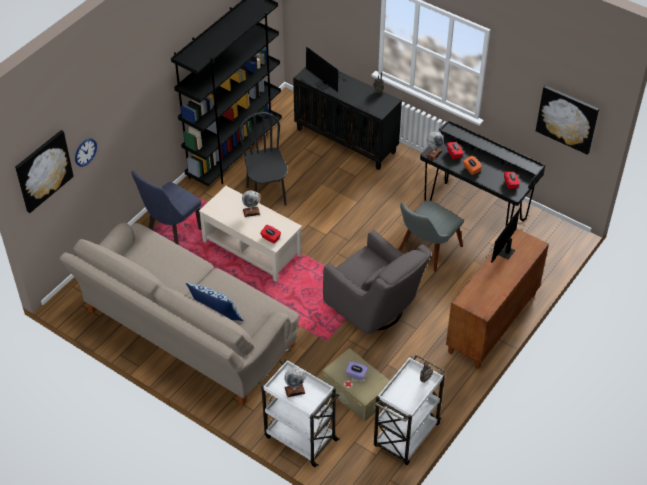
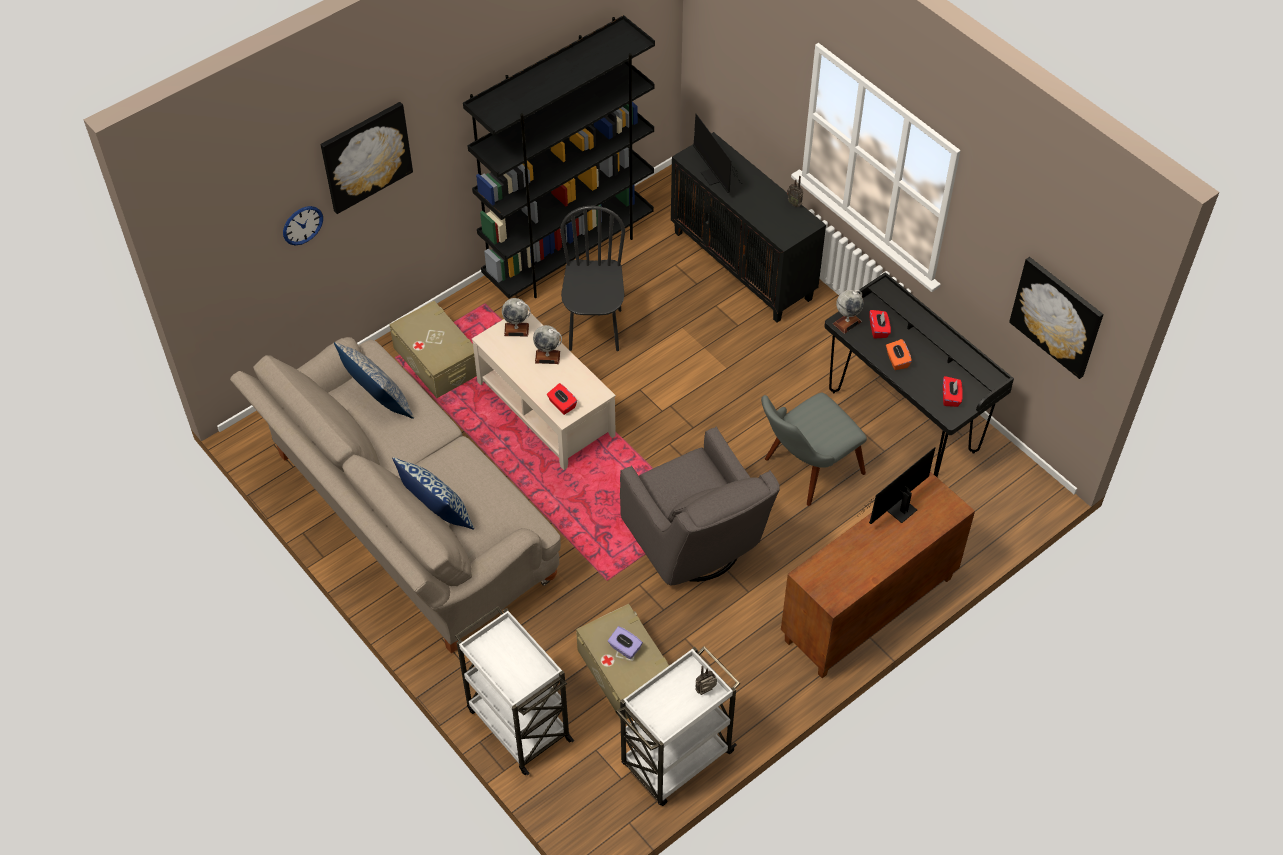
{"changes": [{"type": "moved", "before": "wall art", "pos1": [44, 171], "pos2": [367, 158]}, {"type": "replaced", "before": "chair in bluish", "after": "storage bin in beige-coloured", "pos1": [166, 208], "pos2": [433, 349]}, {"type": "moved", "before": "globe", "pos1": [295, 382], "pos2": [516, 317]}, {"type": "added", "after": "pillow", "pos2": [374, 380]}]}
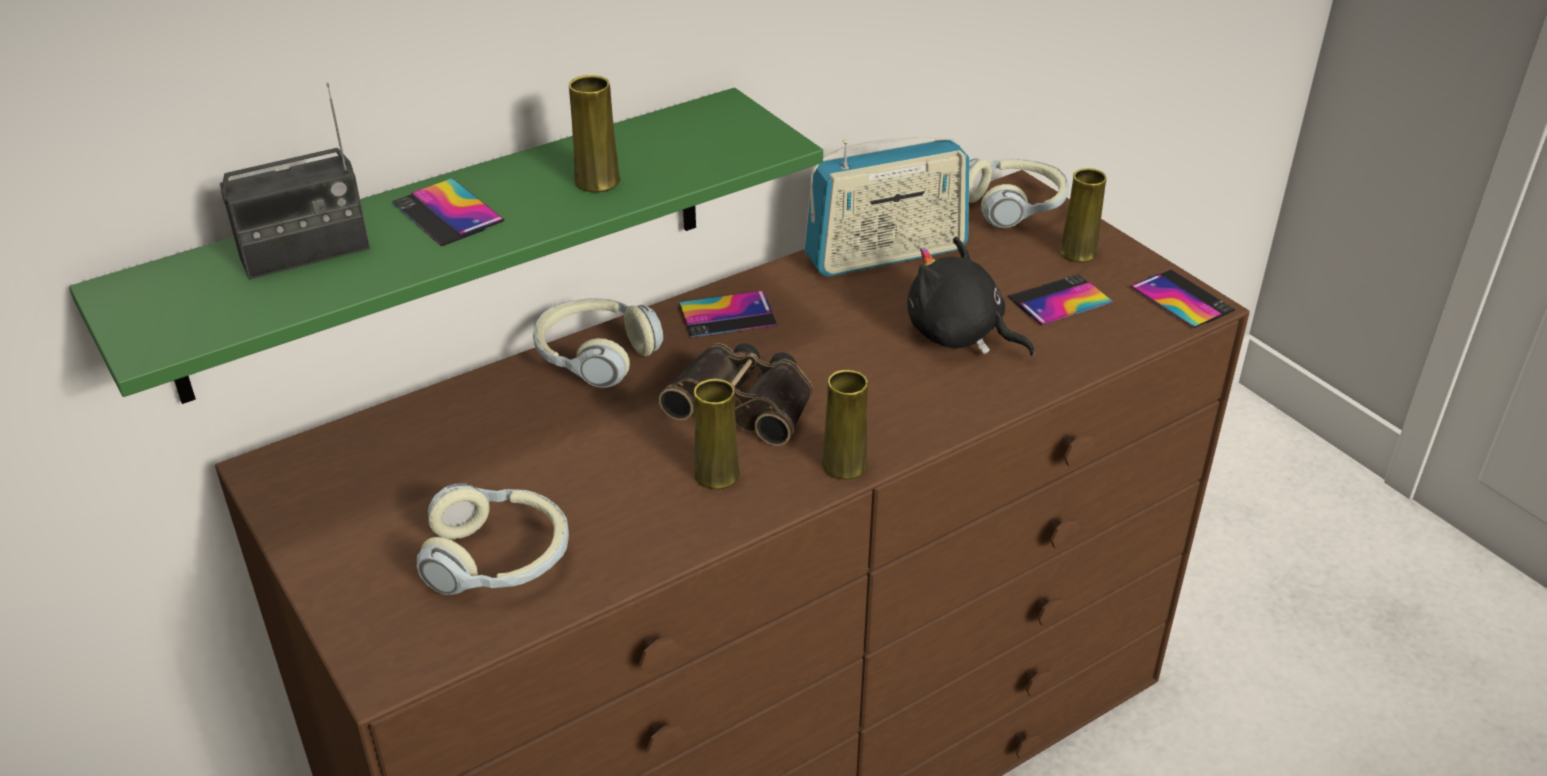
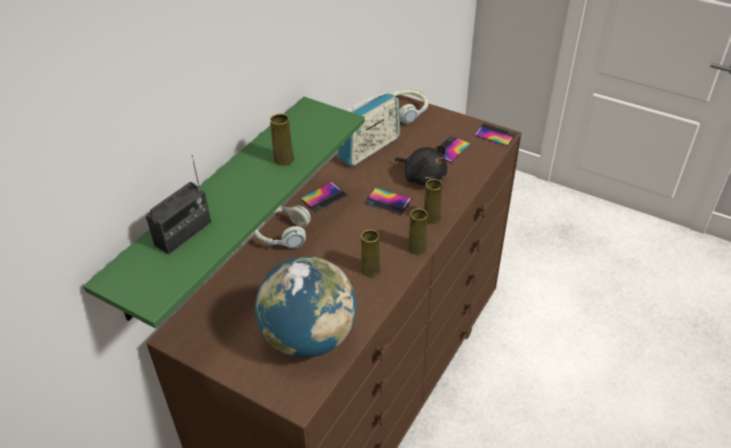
{"changes": [{"type": "moved", "before": "flower vase in yellow-coloured", "pos1": [1082, 215], "pos2": [432, 201]}, {"type": "moved", "before": "handset", "pos1": [448, 212], "pos2": [388, 201]}, {"type": "turned", "before": "cuddly toy in black-coloured", "pos1": [971, 296], "pos2": [421, 165], "turn": -150}, {"type": "removed", "before": "field glasses", "pos1": [736, 394]}, {"type": "replaced", "before": "headphones", "after": "globe", "pos1": [493, 539], "pos2": [305, 307]}]}
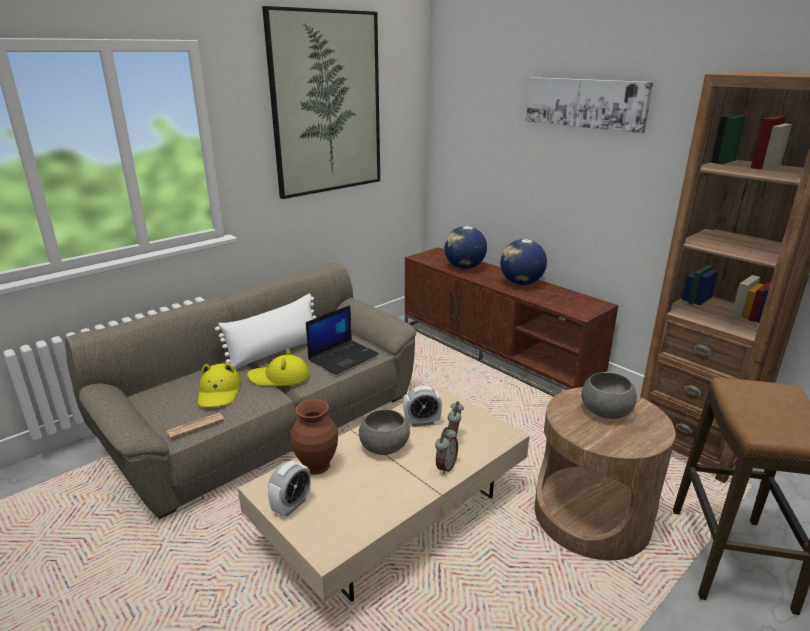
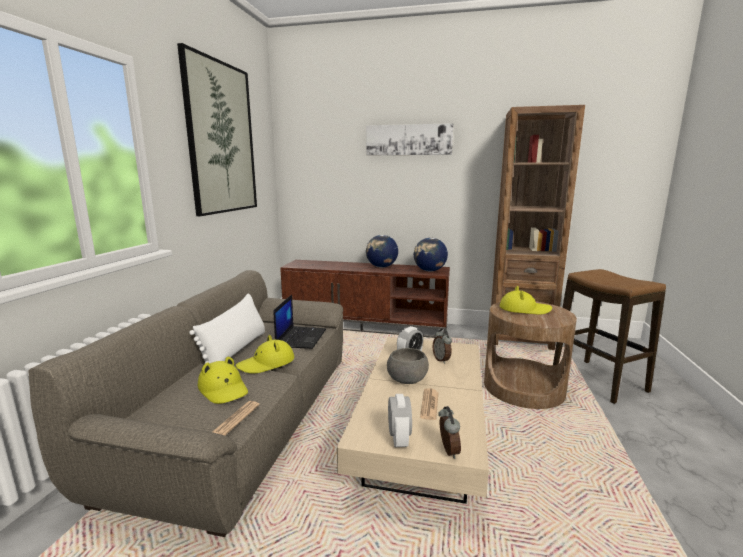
{"changes": [{"type": "moved", "before": "globe", "pos1": [465, 247], "pos2": [431, 255]}, {"type": "replaced", "before": "deep dish in greyish", "after": "wearable hat in yellow-coloured", "pos1": [609, 395], "pos2": [526, 300]}, {"type": "removed", "before": "flower vase in brown", "pos1": [314, 437]}, {"type": "moved", "before": "table clock", "pos1": [446, 450], "pos2": [449, 432]}, {"type": "added", "after": "newspaper", "pos2": [429, 404]}]}
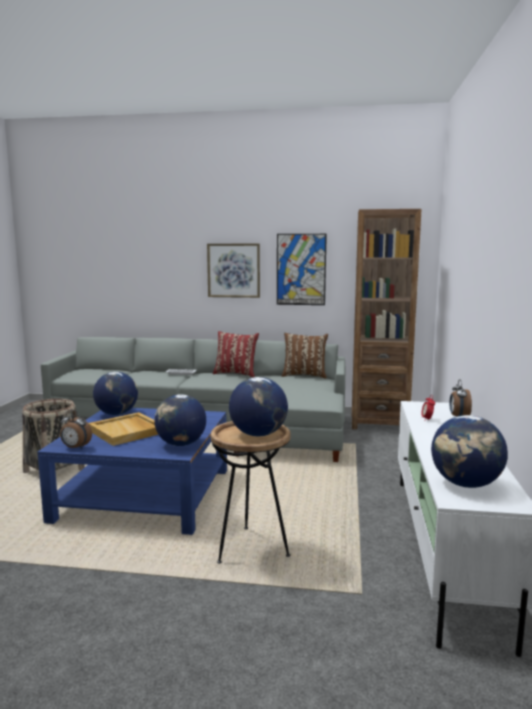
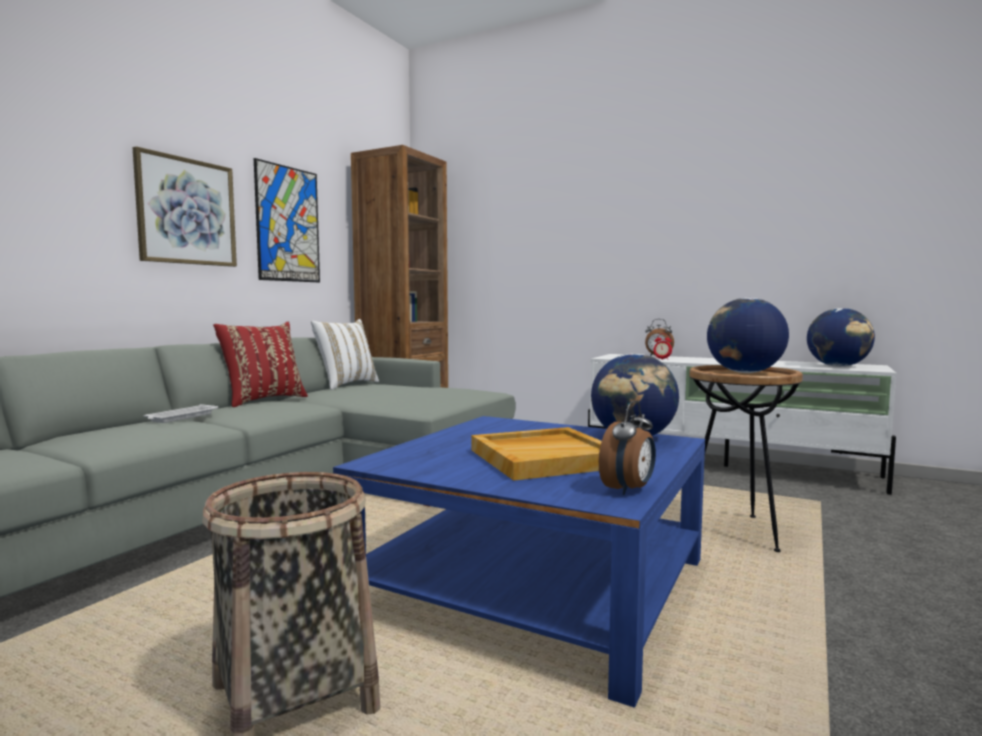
{"changes": [{"type": "recoloured", "before": "pillow in brown", "after": "pillow in white-coloured", "pos1": [305, 356], "pos2": [345, 354]}, {"type": "removed", "before": "globe", "pos1": [115, 393]}]}
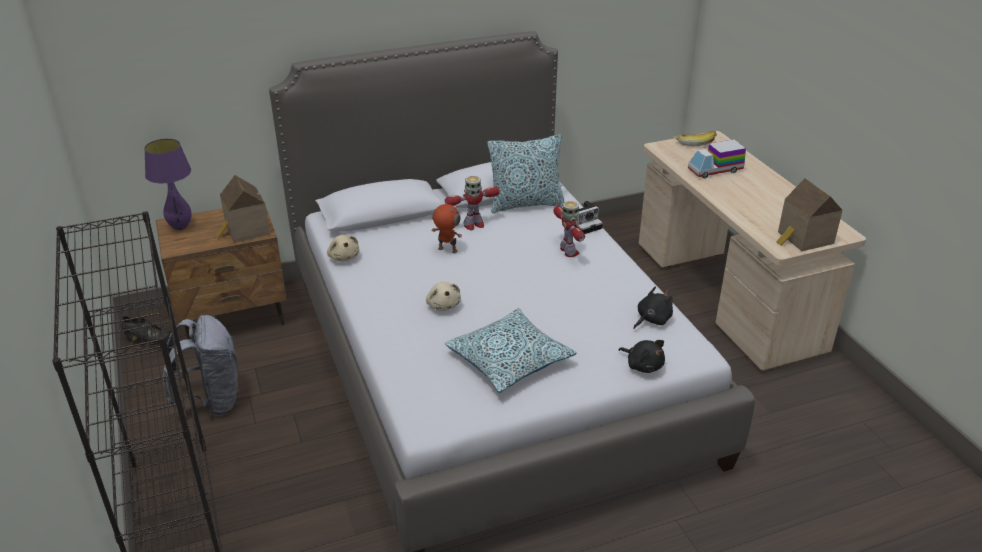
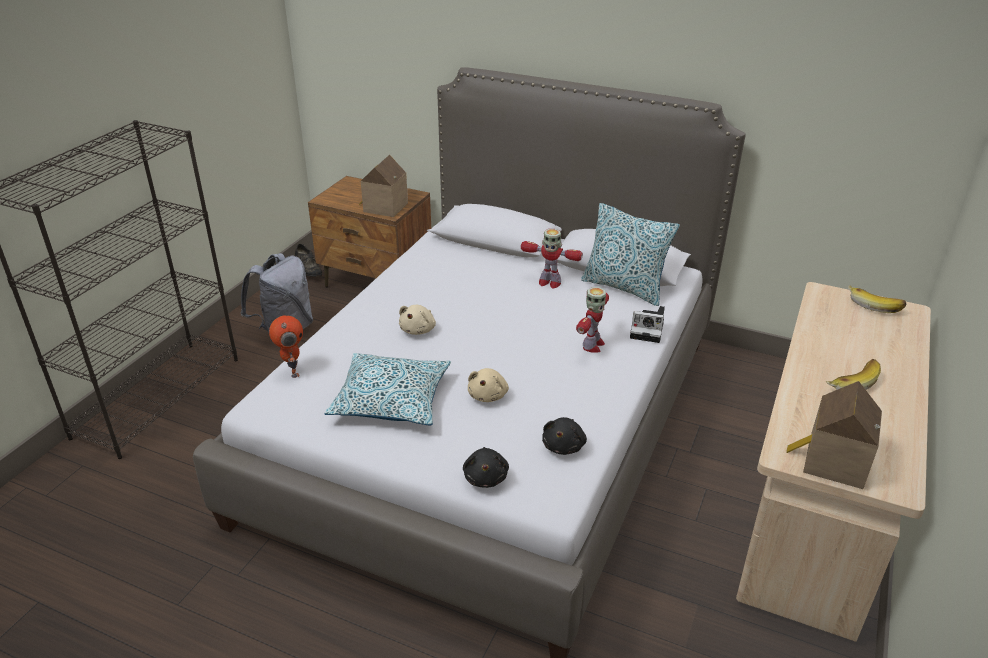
{"changes": [{"type": "removed", "before": "tabletop lamp in purple-coloured", "pos1": [168, 184]}, {"type": "removed", "before": "toy truck", "pos1": [717, 159]}, {"type": "moved", "before": "model robot", "pos1": [446, 228], "pos2": [286, 346]}, {"type": "moved", "before": "cuddly toy in beige-coloured", "pos1": [343, 248], "pos2": [488, 385]}, {"type": "turned", "before": "cuddly toy in black-coloured", "pos1": [653, 307], "pos2": [564, 436], "turn": 105}, {"type": "added", "after": "banana fruit", "pos2": [853, 374]}]}
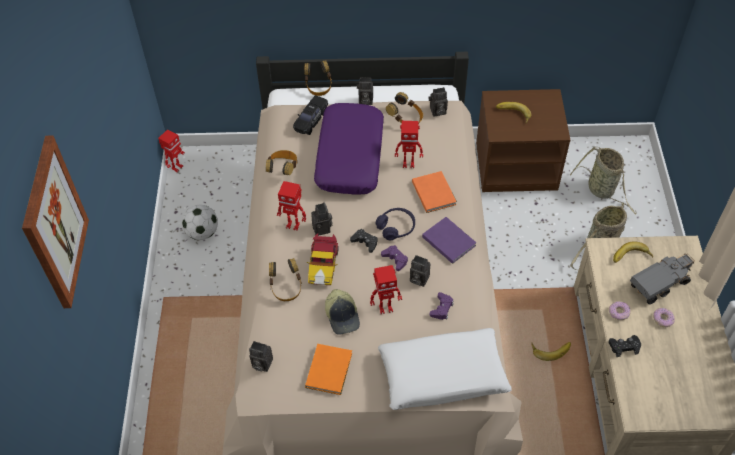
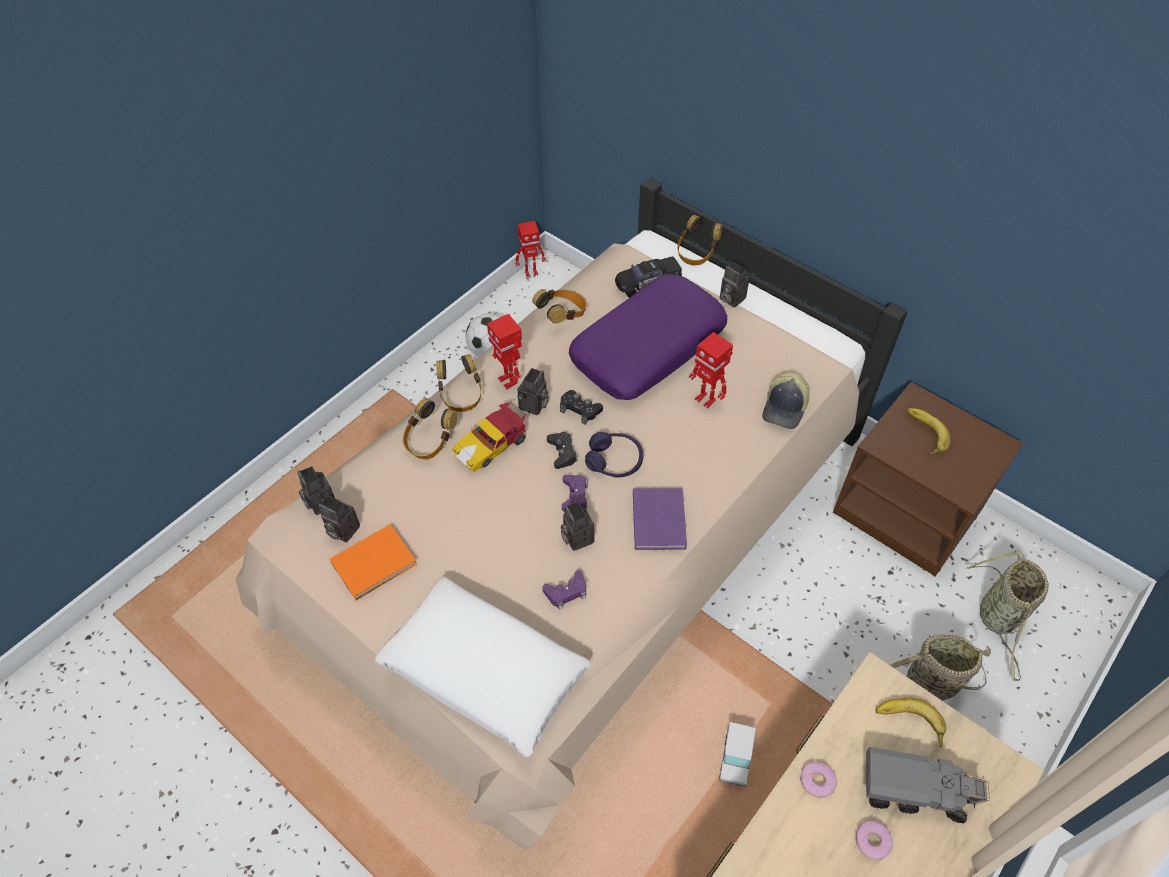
{"changes": [{"type": "moved", "before": "still camera", "pos1": [438, 101], "pos2": [339, 518]}, {"type": "moved", "before": "headphones", "pos1": [404, 108], "pos2": [459, 383]}, {"type": "removed", "before": "wall art", "pos1": [55, 222]}, {"type": "removed", "before": "volume in orange-coloured", "pos1": [434, 192]}, {"type": "removed", "before": "model robot", "pos1": [386, 289]}, {"type": "moved", "before": "baseball cap", "pos1": [342, 312], "pos2": [785, 400]}, {"type": "moved", "before": "joypad in black-coloured", "pos1": [624, 346], "pos2": [581, 407]}, {"type": "replaced", "before": "banana fruit", "after": "toy truck", "pos1": [551, 351], "pos2": [737, 754]}]}
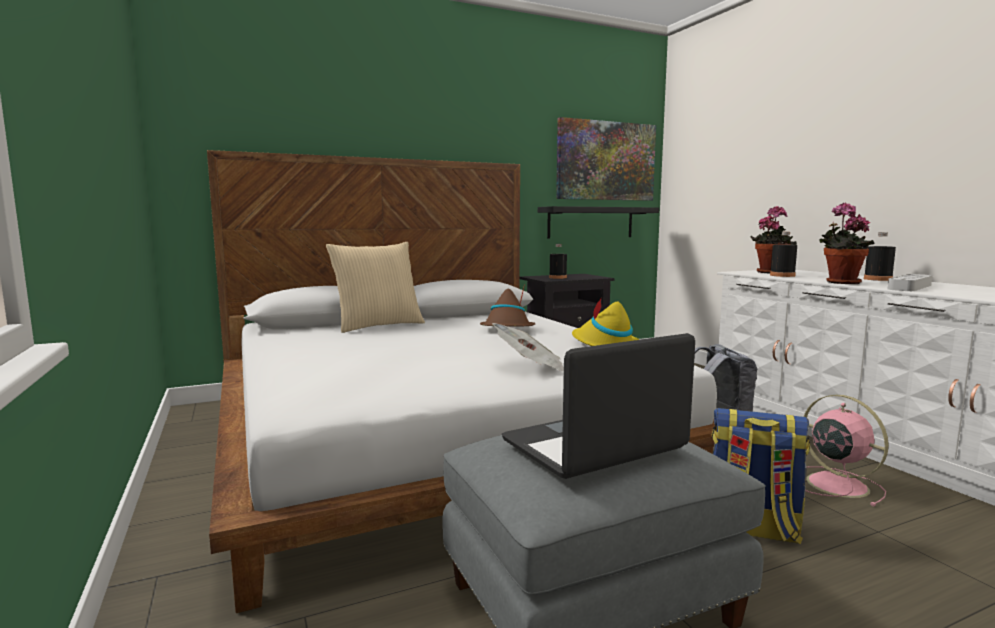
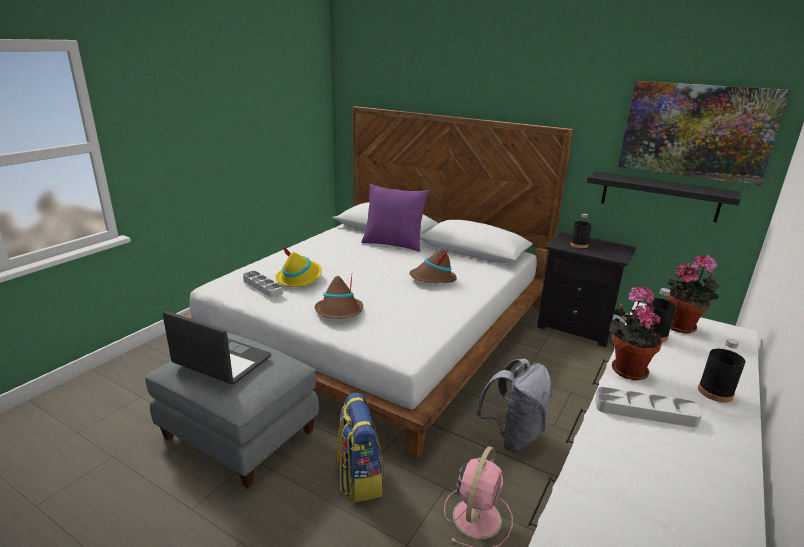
{"changes": [{"type": "recoloured", "before": "pillow in beige-coloured", "after": "pillow in purple-coloured", "pos1": [375, 287], "pos2": [395, 218]}, {"type": "moved", "before": "wearable hat in yellow-coloured", "pos1": [606, 321], "pos2": [298, 267]}, {"type": "replaced", "before": "newspaper", "after": "wearable hat in brown", "pos1": [528, 347], "pos2": [339, 297]}, {"type": "added", "after": "carrying tray in greyish", "pos2": [263, 284]}]}
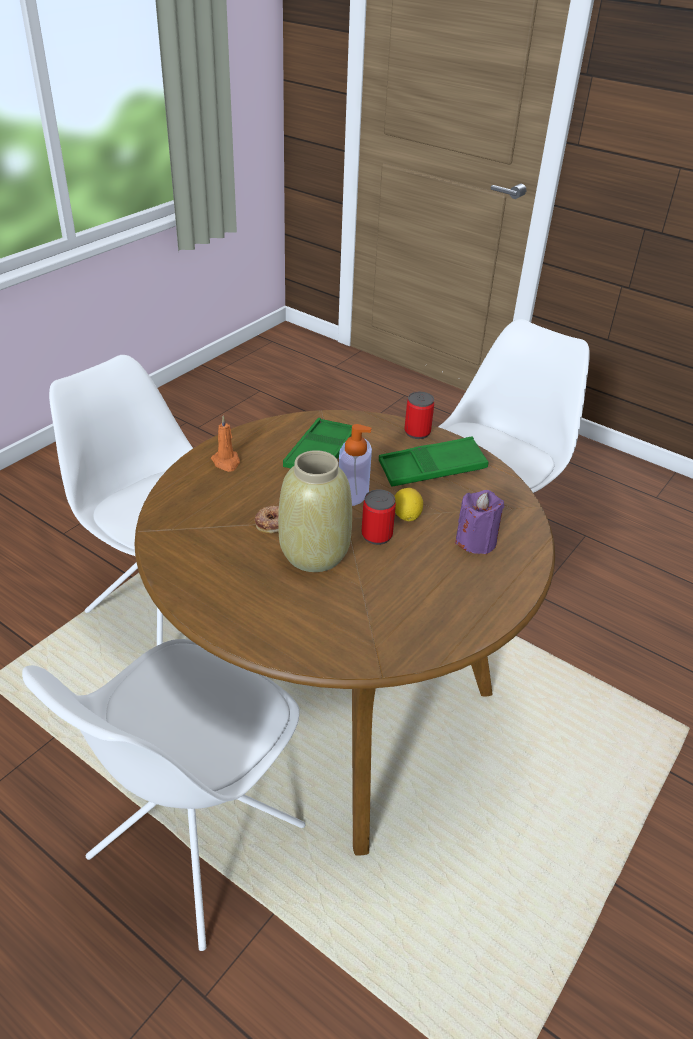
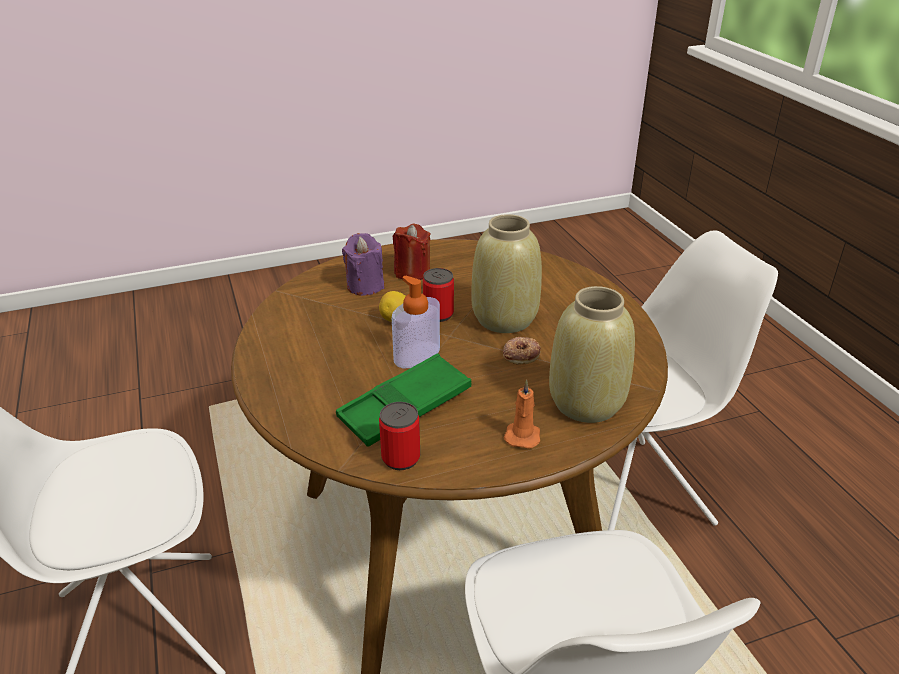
{"changes": [{"type": "moved", "before": "can", "pos1": [419, 415], "pos2": [399, 436]}, {"type": "removed", "before": "carrying tray in green-coloured", "pos1": [434, 462]}, {"type": "added", "after": "wax light in red-coloured", "pos2": [411, 252]}, {"type": "added", "after": "flower vase in beige-coloured", "pos2": [592, 354]}]}
